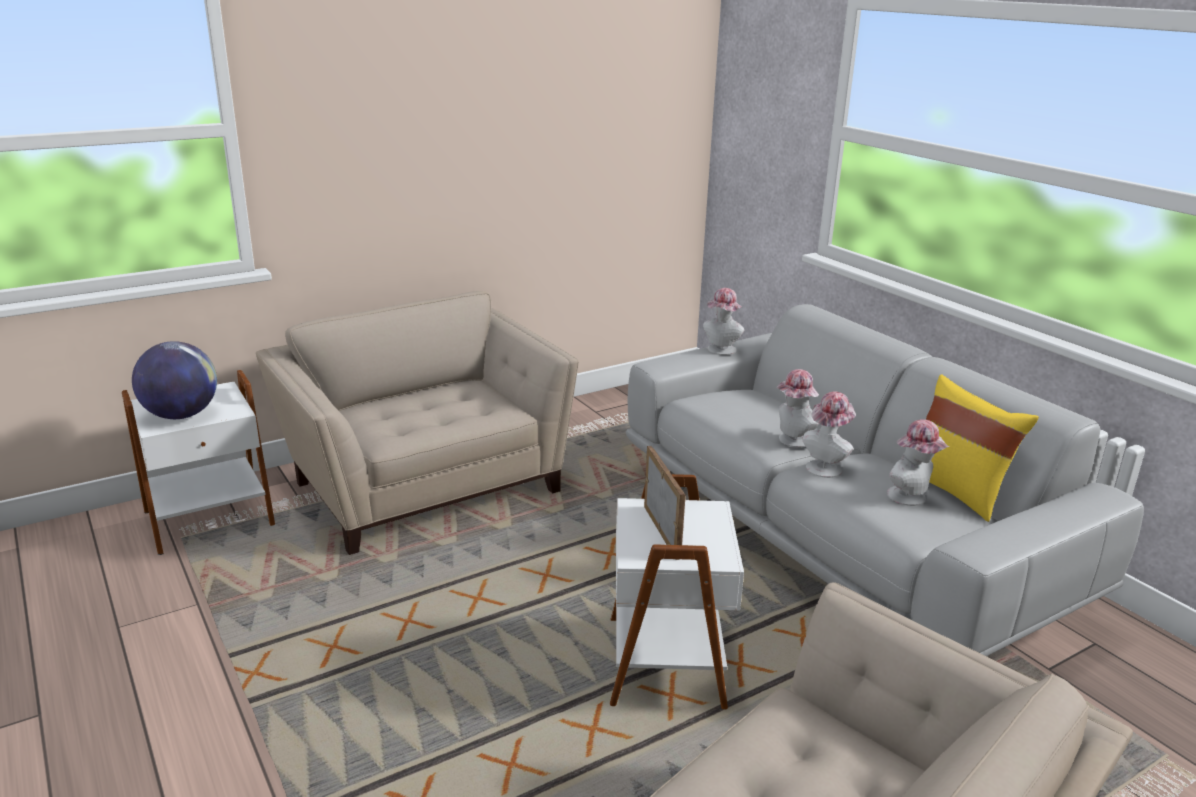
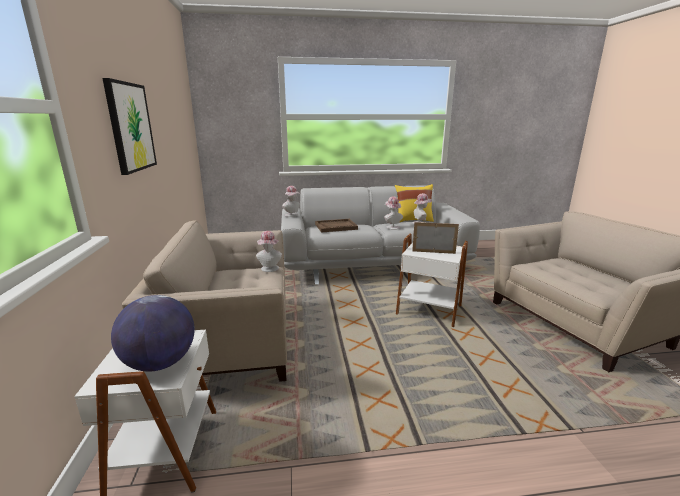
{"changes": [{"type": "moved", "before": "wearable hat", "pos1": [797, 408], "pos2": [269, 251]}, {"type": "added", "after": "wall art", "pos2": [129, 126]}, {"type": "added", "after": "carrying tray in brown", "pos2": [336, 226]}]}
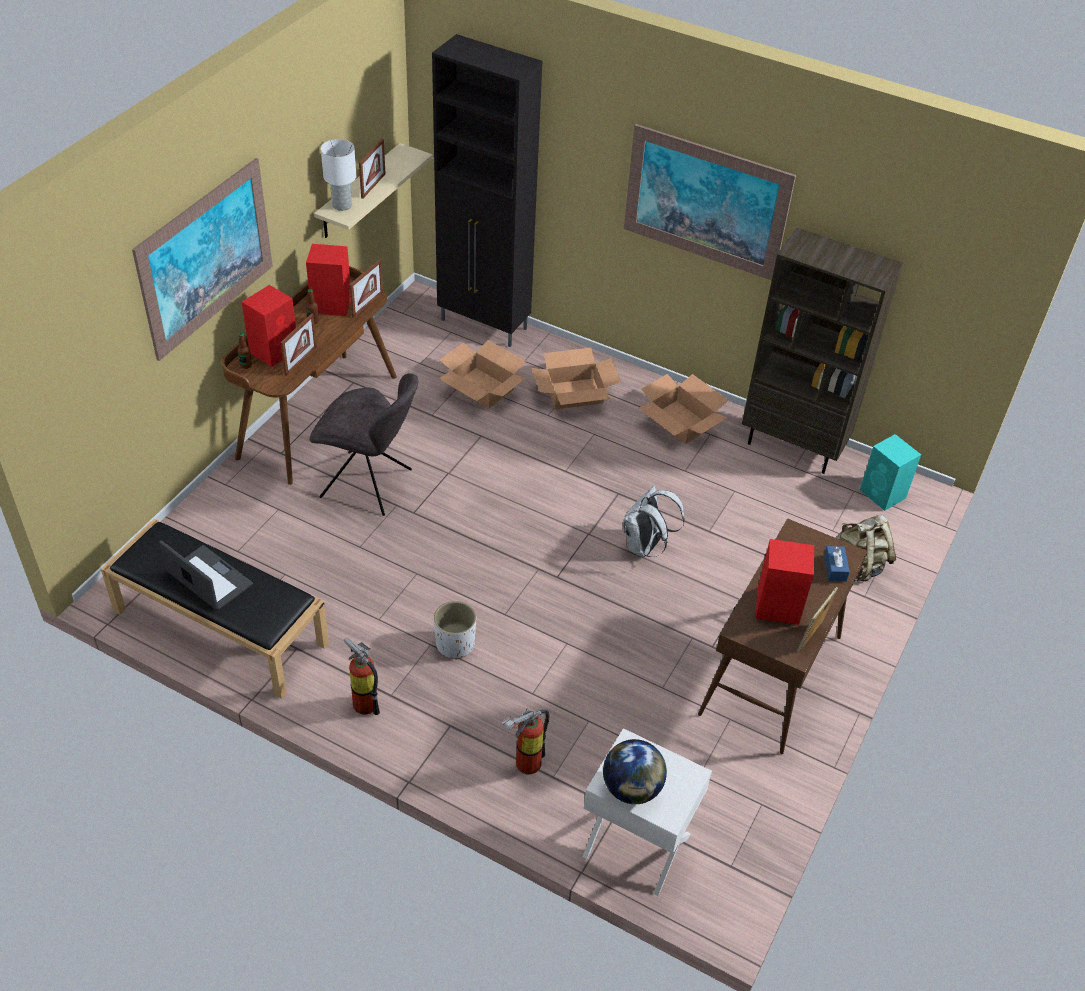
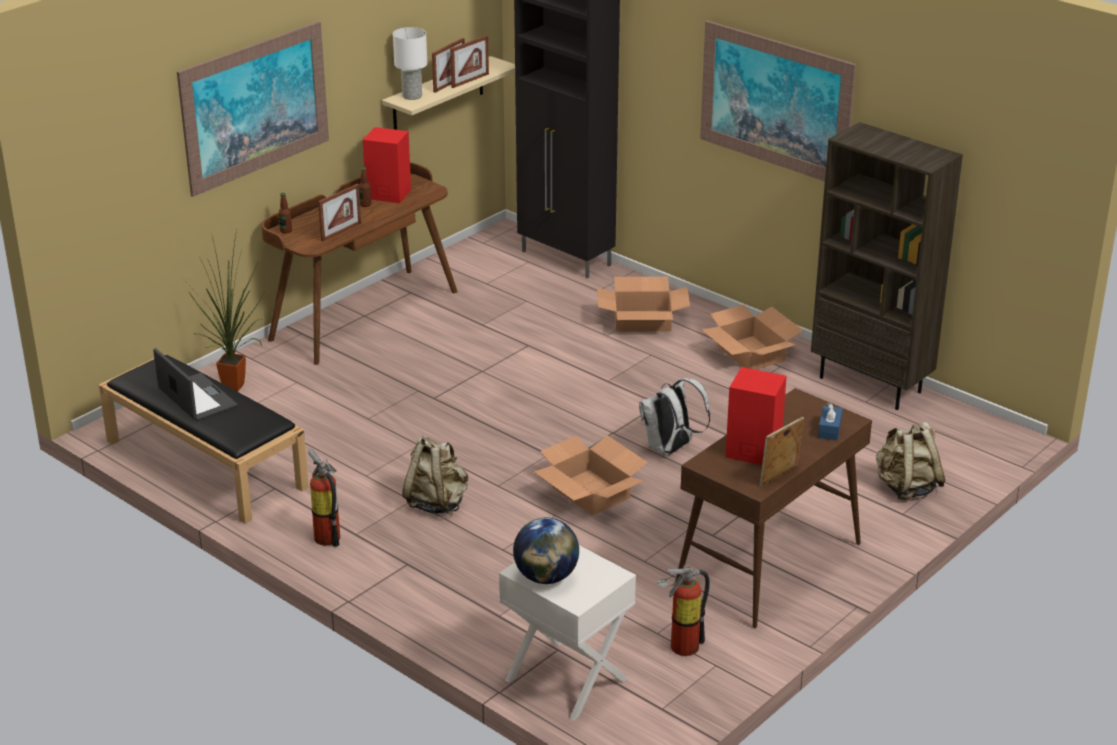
{"changes": [{"type": "moved", "before": "standing frame", "pos1": [366, 288], "pos2": [469, 61]}, {"type": "removed", "before": "loudspeaker in red-coloured", "pos1": [269, 326]}, {"type": "moved", "before": "cardboard box", "pos1": [482, 374], "pos2": [591, 475]}, {"type": "removed", "before": "chair in greyish", "pos1": [364, 444]}, {"type": "removed", "before": "loudspeaker in blue-green", "pos1": [890, 472]}, {"type": "replaced", "before": "flower pot in white-coloured", "after": "rucksack in beige-coloured", "pos1": [455, 630], "pos2": [435, 474]}, {"type": "moved", "before": "extinguisher", "pos1": [526, 741], "pos2": [683, 610]}, {"type": "added", "after": "houseplant", "pos2": [226, 311]}]}
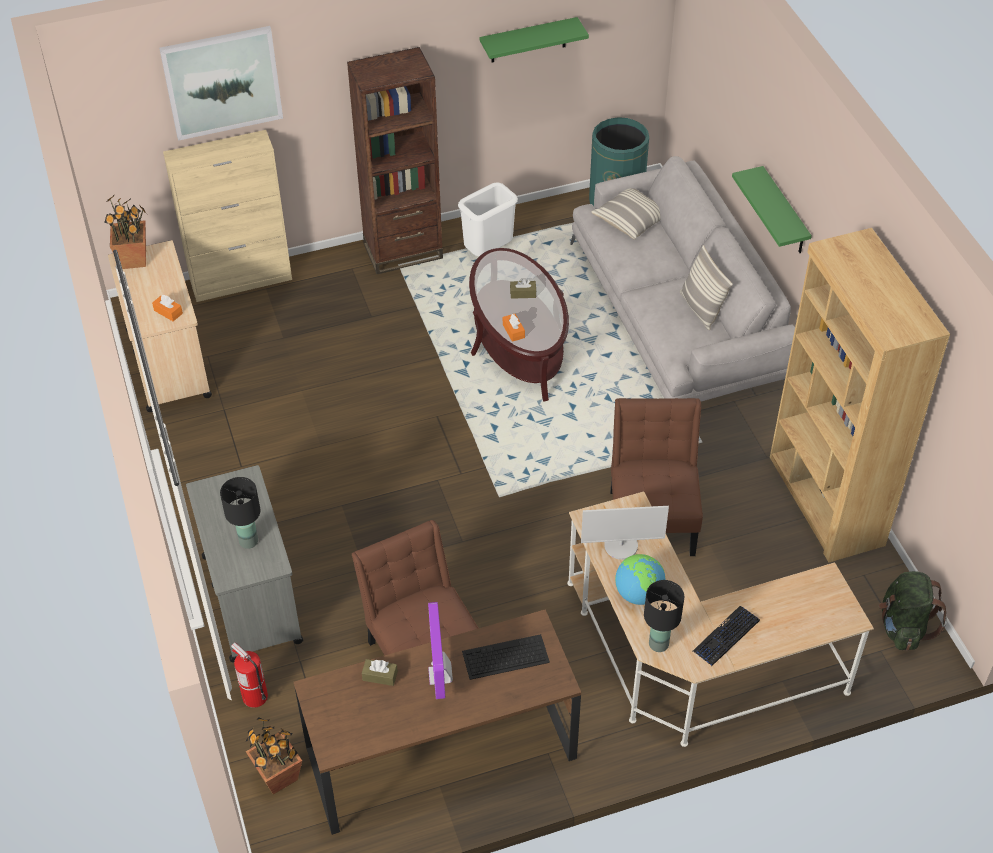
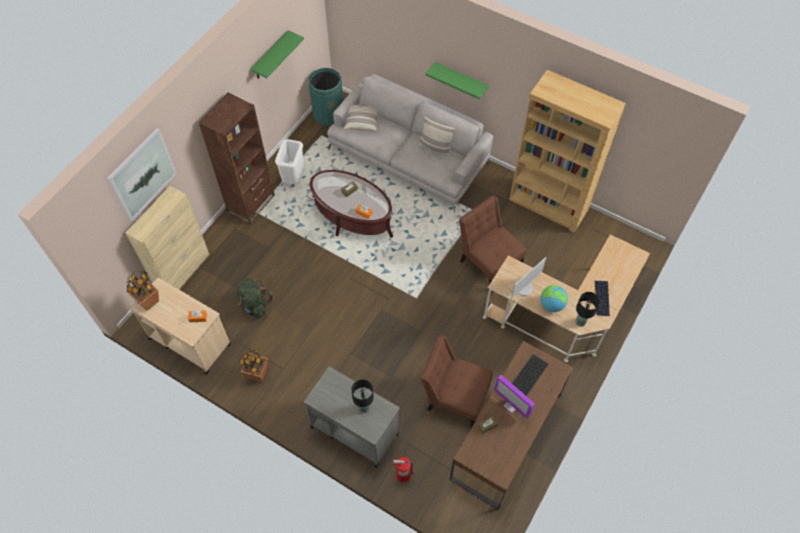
{"changes": [{"type": "moved", "before": "rucksack in green-coloured", "pos1": [913, 611], "pos2": [255, 298]}, {"type": "moved", "before": "houseplant", "pos1": [273, 756], "pos2": [253, 365]}]}
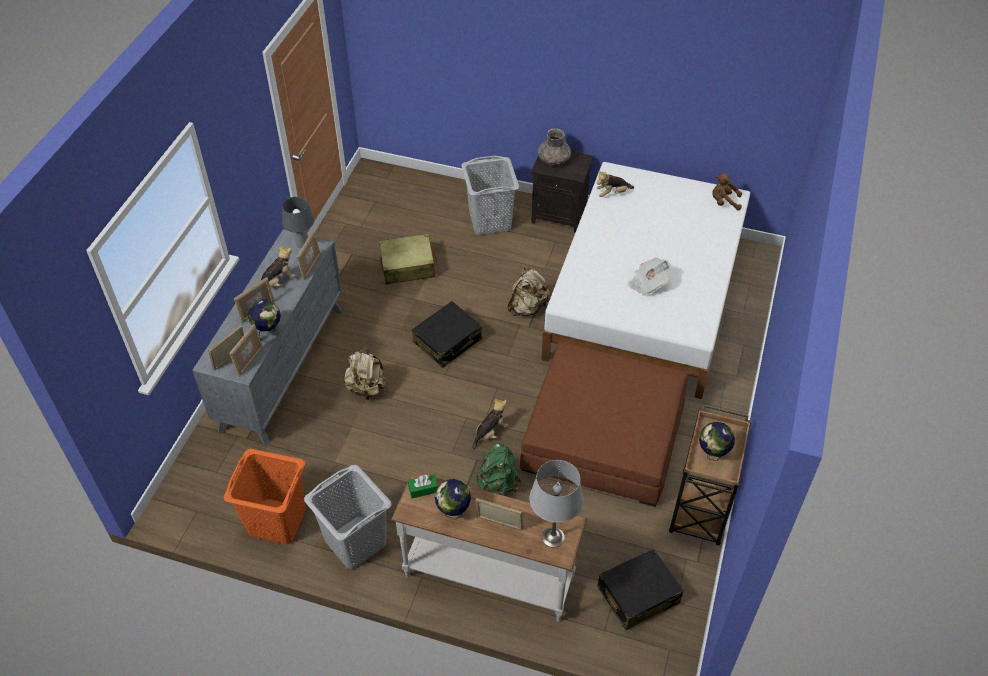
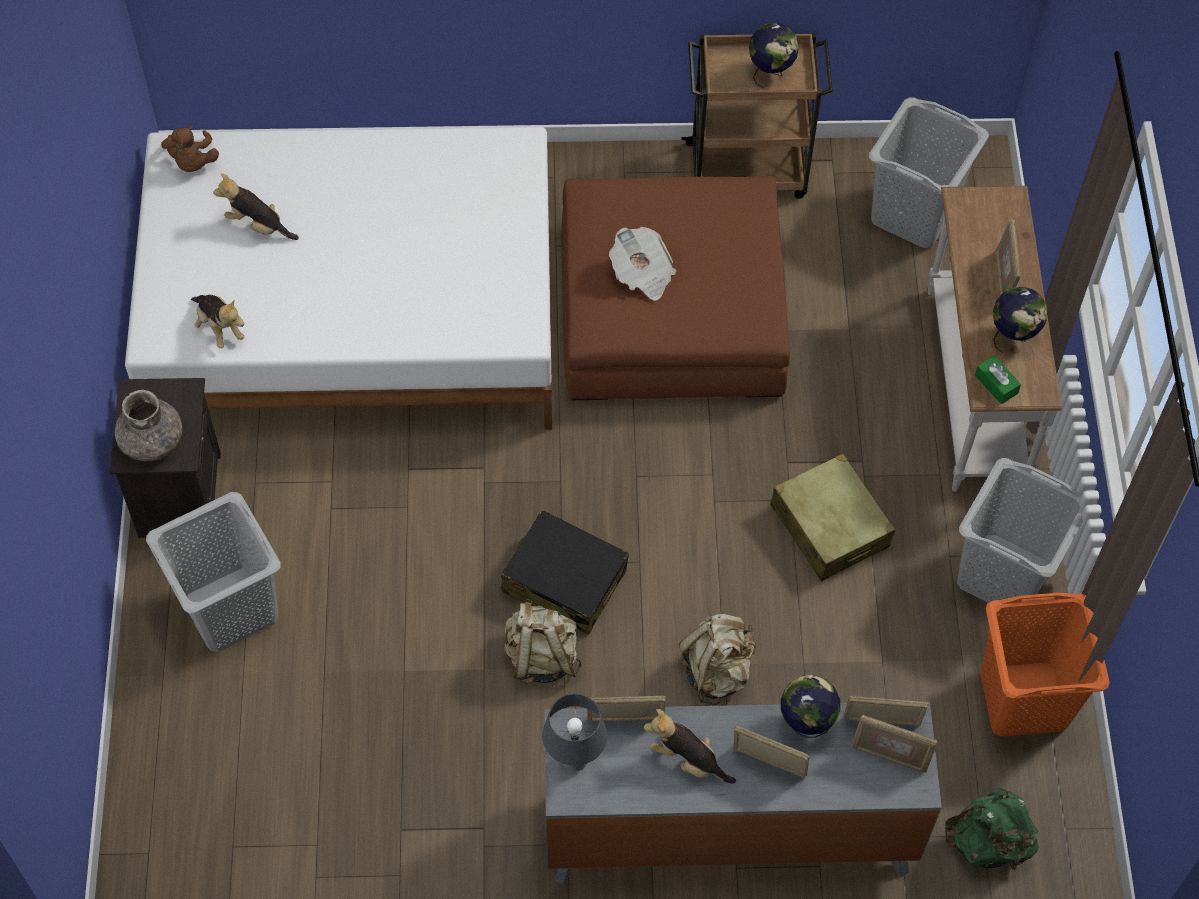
{"changes": [{"type": "moved", "before": "travel case in beige-coloured", "pos1": [408, 259], "pos2": [832, 517]}, {"type": "moved", "before": "newspaper", "pos1": [649, 276], "pos2": [642, 264]}, {"type": "moved", "before": "rucksack in beige-coloured", "pos1": [528, 292], "pos2": [543, 641]}, {"type": "moved", "before": "cuddly toy", "pos1": [490, 424], "pos2": [256, 206]}, {"type": "moved", "before": "rucksack in green-coloured", "pos1": [498, 469], "pos2": [992, 830]}, {"type": "removed", "before": "tabletop lamp in greyish", "pos1": [556, 504]}, {"type": "replaced", "before": "travel case in black-coloured", "after": "laundry basket in greyish", "pos1": [640, 589], "pos2": [929, 173]}]}
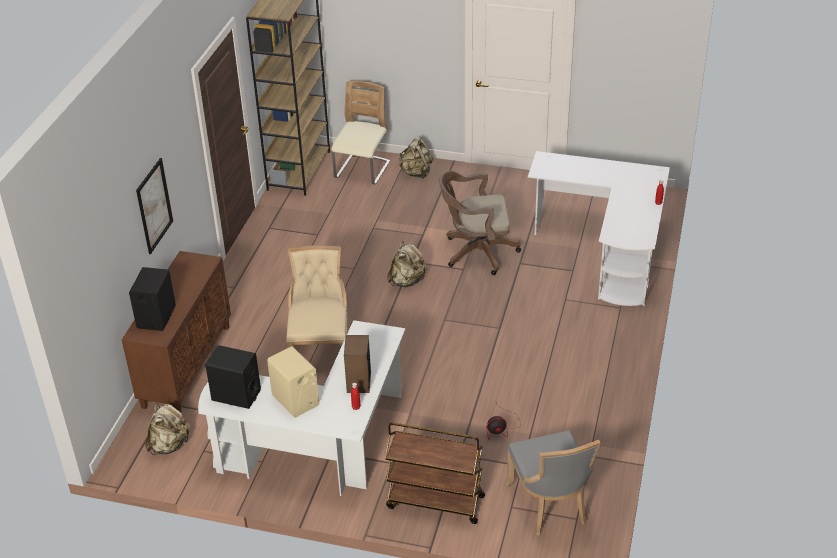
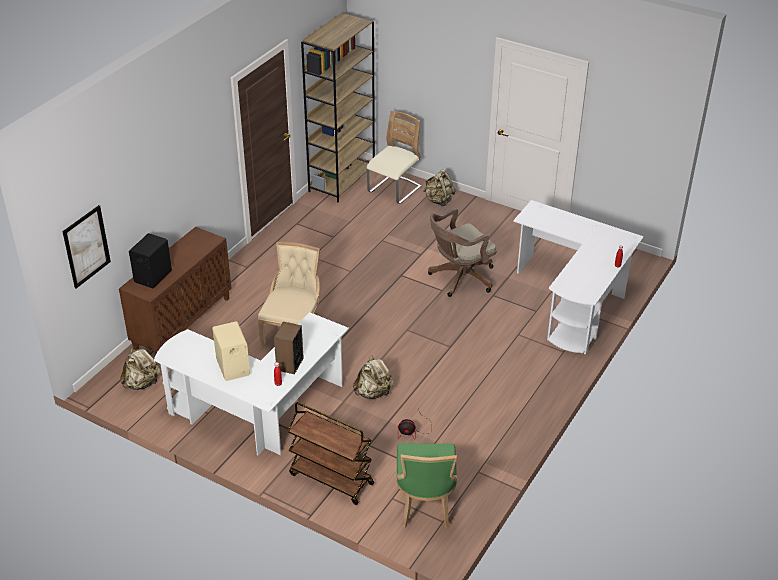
{"changes": [{"type": "moved", "before": "wall art", "pos1": [154, 206], "pos2": [86, 247]}, {"type": "turned", "before": "office chair in brown", "pos1": [480, 222], "pos2": [462, 252], "turn": -45}, {"type": "moved", "before": "rucksack in beige-coloured", "pos1": [407, 264], "pos2": [373, 377]}, {"type": "removed", "before": "loudspeaker in black-coloured", "pos1": [232, 377]}, {"type": "recoloured", "before": "chair in greyish", "after": "chair in green-coloured", "pos1": [553, 483], "pos2": [426, 485]}]}
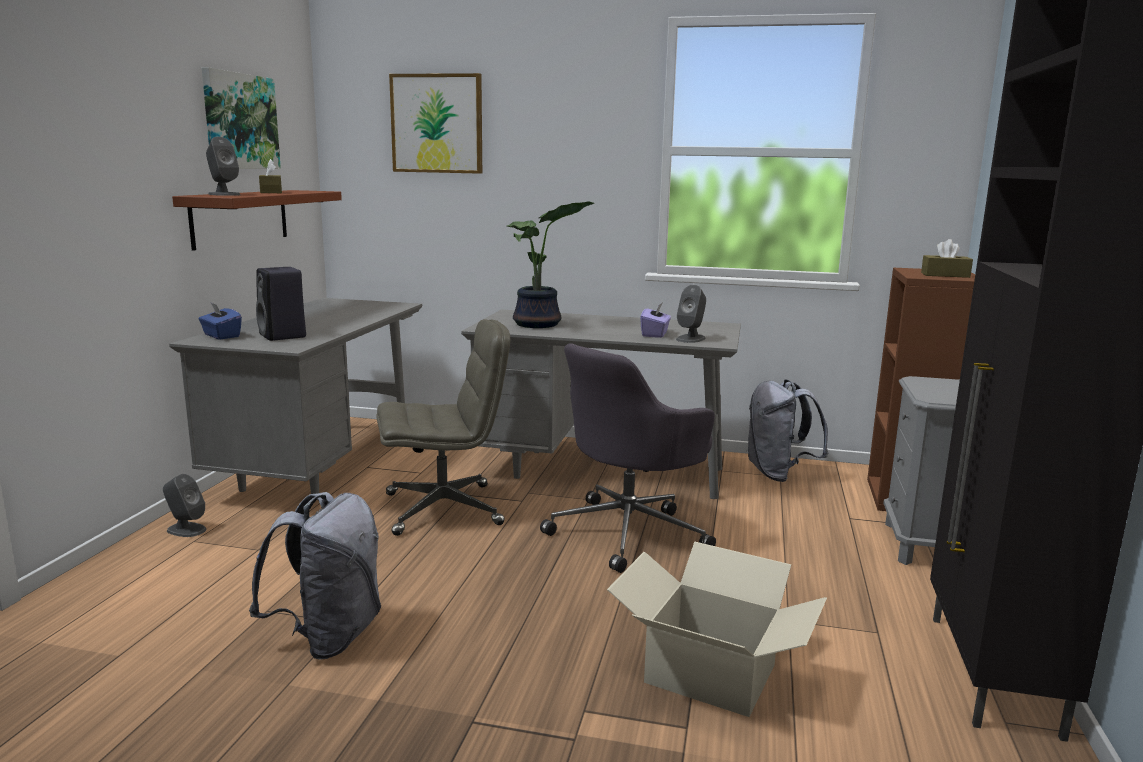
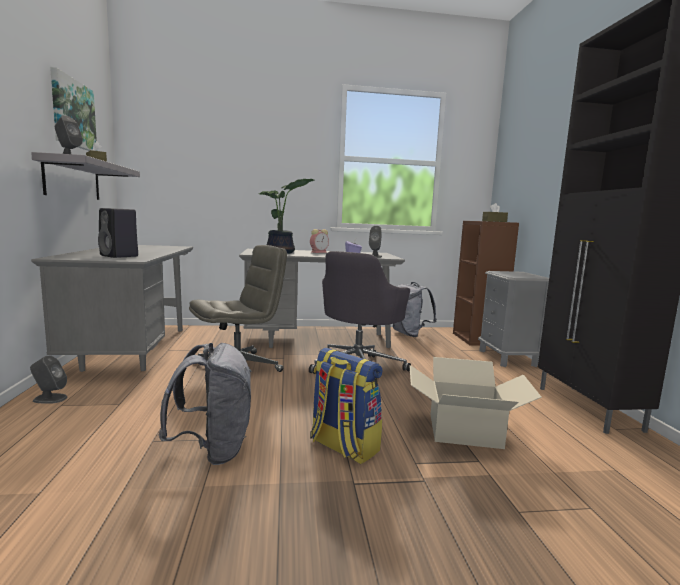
{"changes": [{"type": "removed", "before": "wall art", "pos1": [435, 123]}, {"type": "recoloured", "before": "bracket shelf in brown", "after": "bracket shelf in greyish", "pos1": [257, 220], "pos2": [85, 176]}, {"type": "removed", "before": "tissue holder in bluish", "pos1": [220, 321]}, {"type": "added", "after": "table clock", "pos2": [319, 241]}, {"type": "added", "after": "rucksack", "pos2": [346, 406]}]}
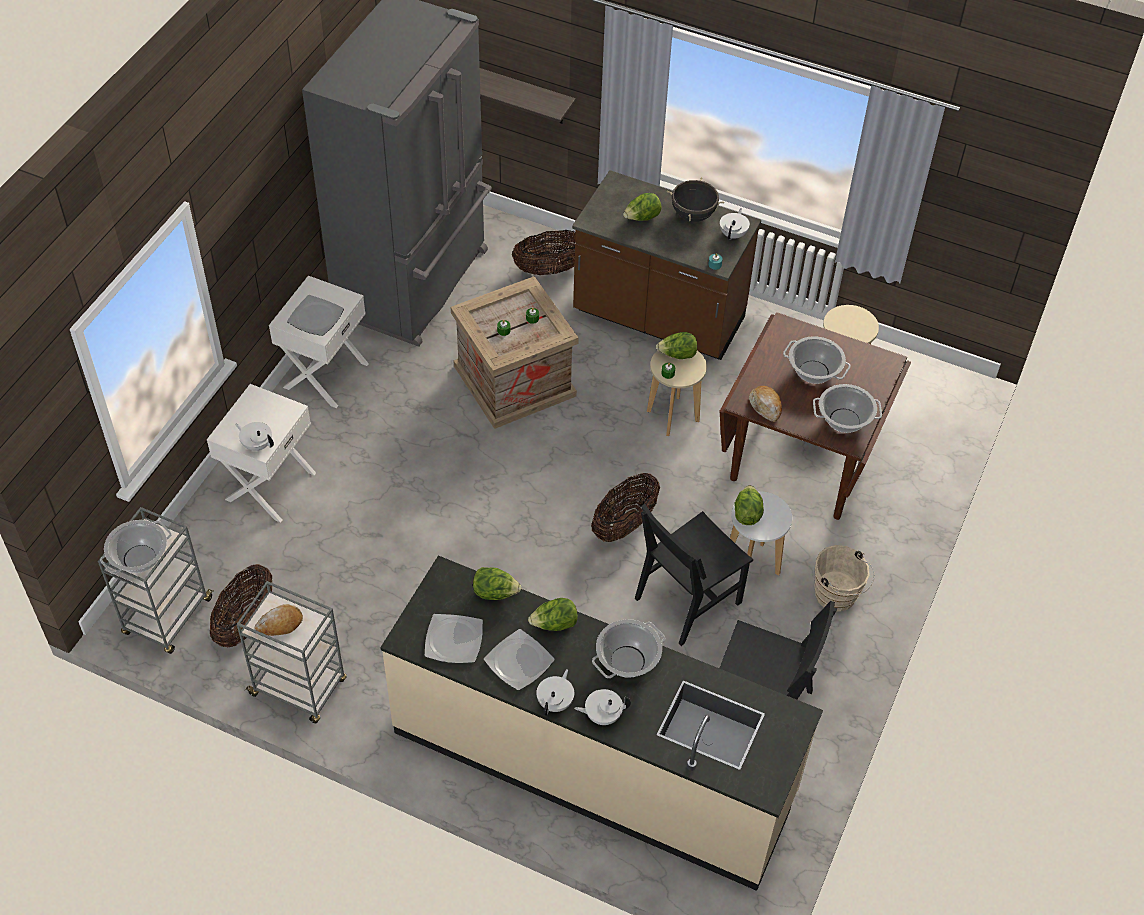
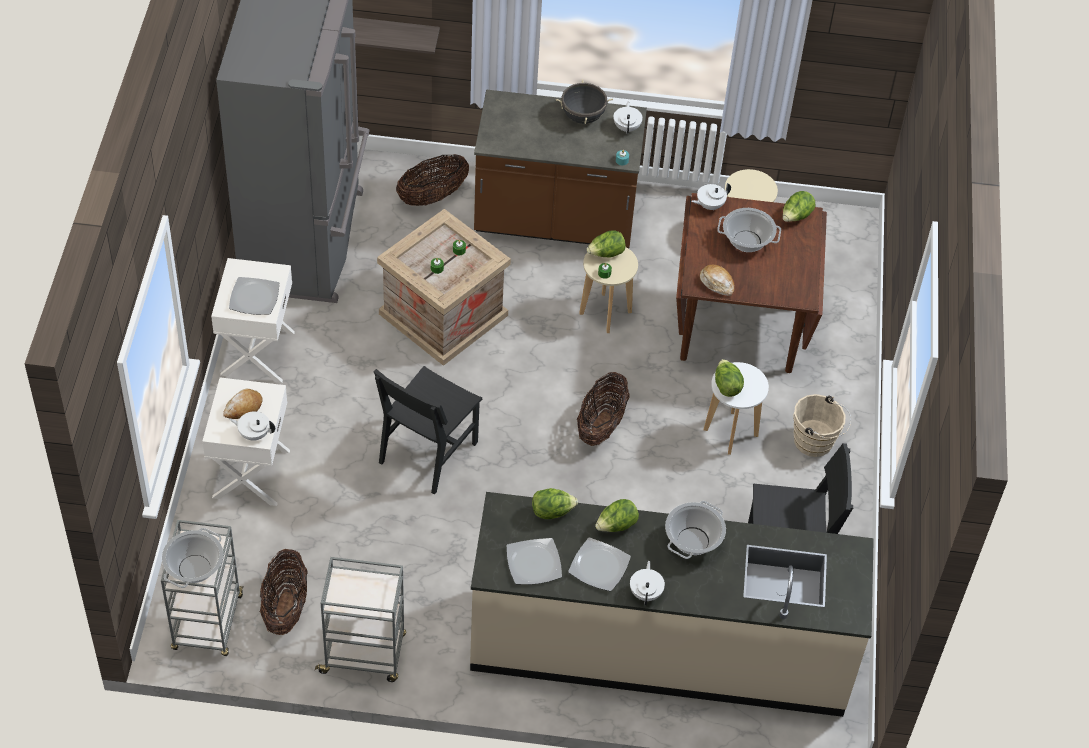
{"changes": [{"type": "moved", "before": "lettuce", "pos1": [642, 207], "pos2": [799, 206]}, {"type": "removed", "before": "cooking pot", "pos1": [847, 408]}, {"type": "moved", "before": "chair in black-coloured", "pos1": [694, 575], "pos2": [428, 430]}, {"type": "moved", "before": "baked bread", "pos1": [279, 620], "pos2": [243, 403]}, {"type": "moved", "before": "pot for tea in white-coloured", "pos1": [602, 707], "pos2": [711, 196]}]}
